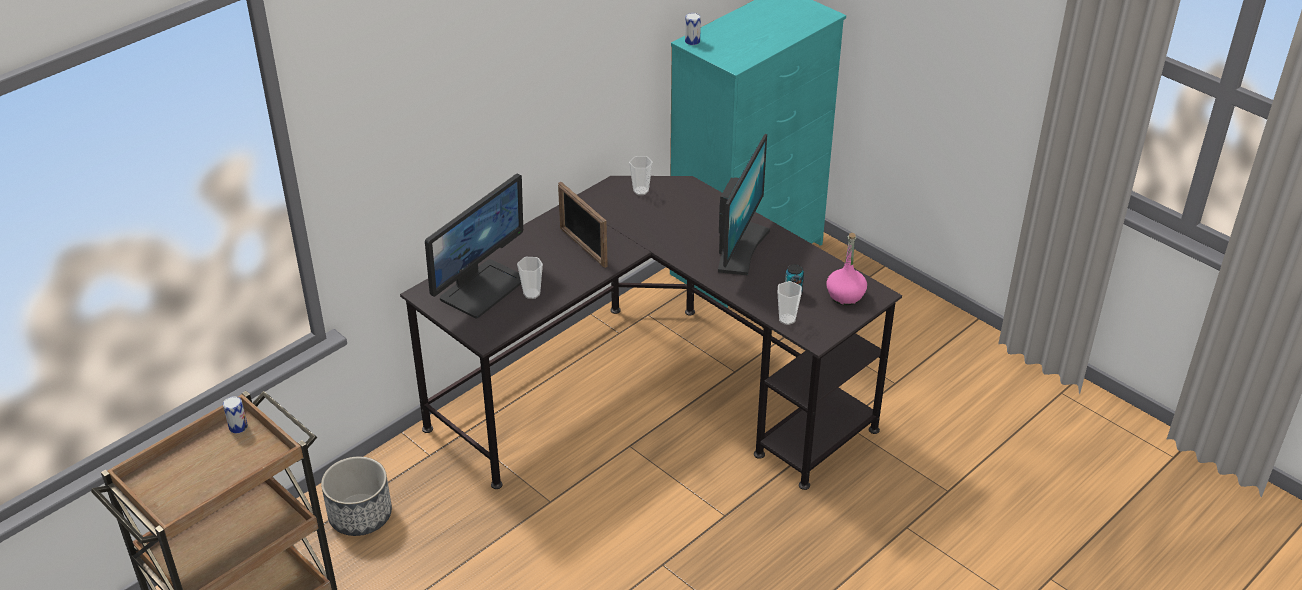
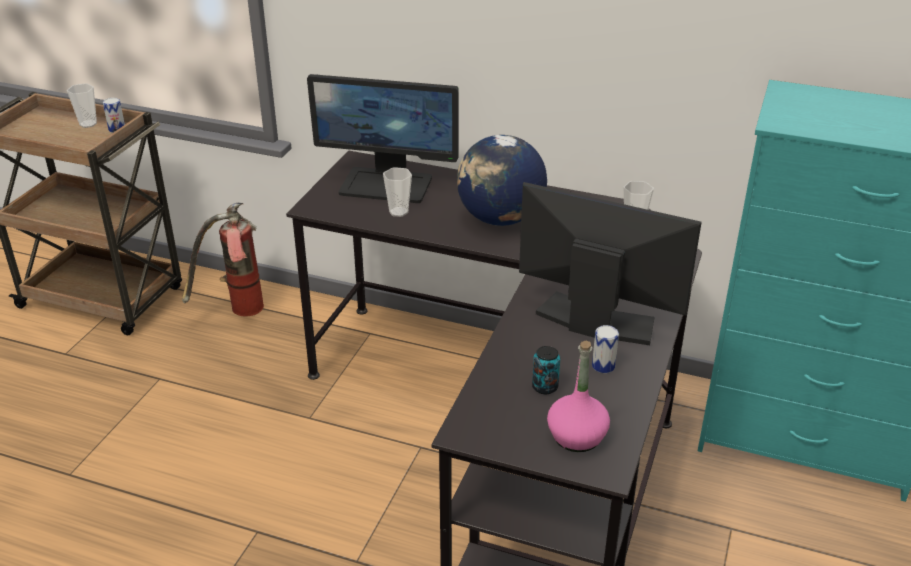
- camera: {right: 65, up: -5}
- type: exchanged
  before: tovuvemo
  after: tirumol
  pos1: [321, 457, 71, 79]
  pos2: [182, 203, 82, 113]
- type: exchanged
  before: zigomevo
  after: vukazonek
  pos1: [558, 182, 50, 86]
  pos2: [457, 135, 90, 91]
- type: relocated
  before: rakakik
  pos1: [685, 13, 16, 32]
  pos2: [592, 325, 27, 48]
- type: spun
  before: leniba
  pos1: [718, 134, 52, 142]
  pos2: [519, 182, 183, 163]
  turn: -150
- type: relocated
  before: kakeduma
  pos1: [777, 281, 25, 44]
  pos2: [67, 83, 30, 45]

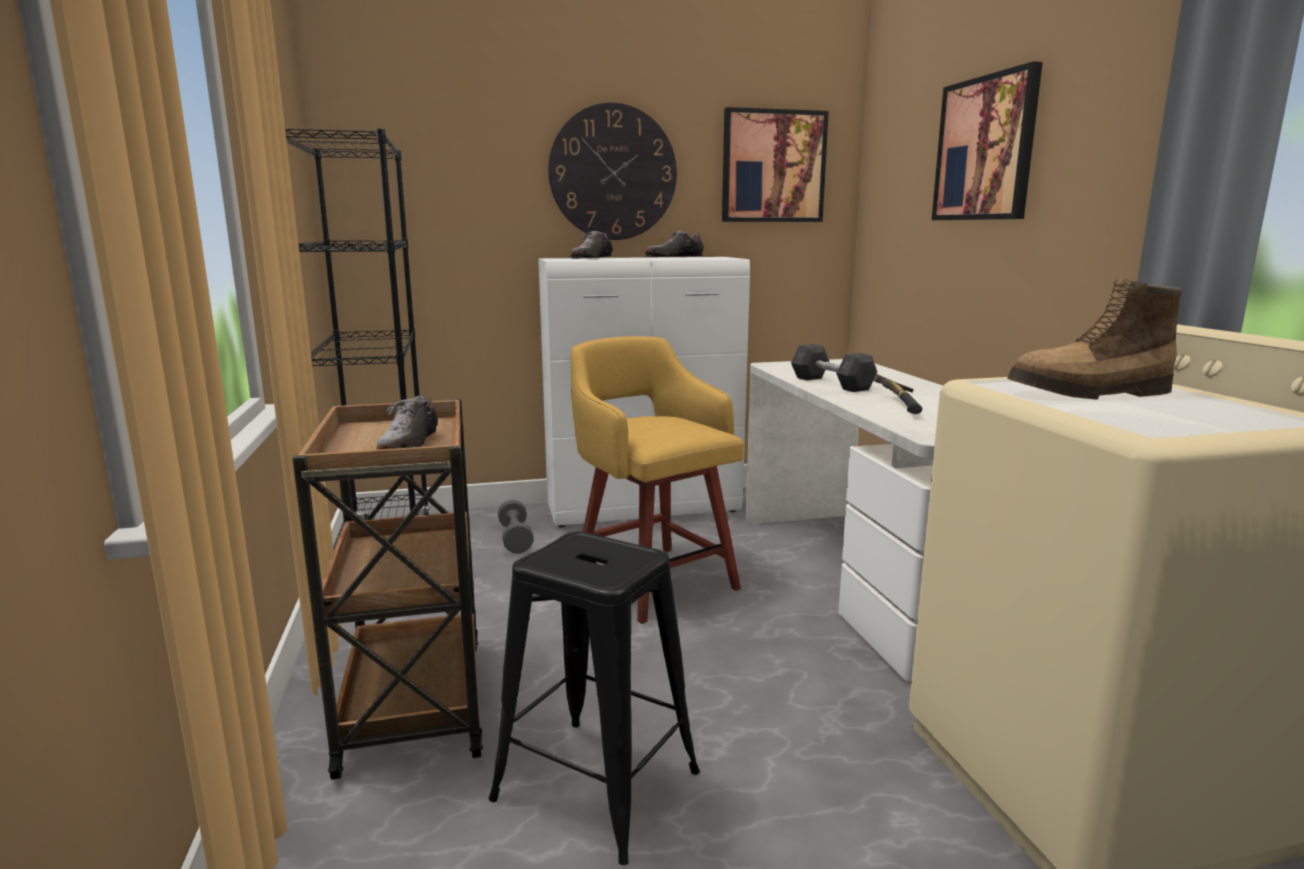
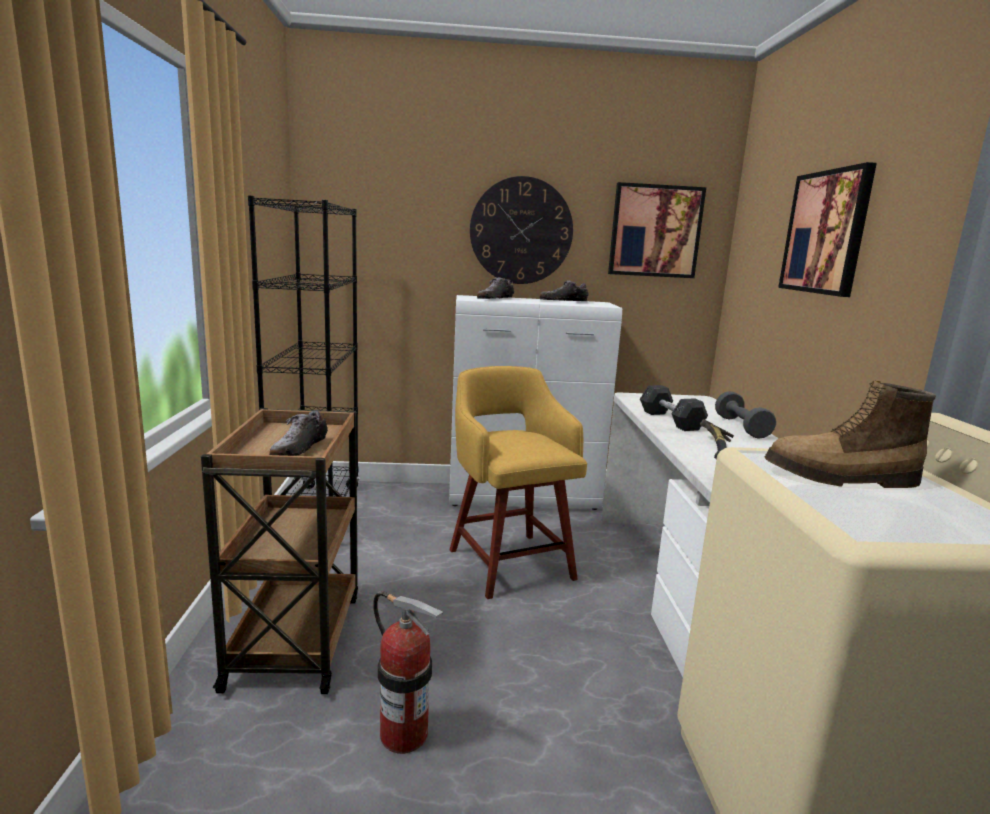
- camera: {right: 10, up: 0}
- type: exchanged
  before: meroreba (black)
  after: tirumol
  pos1: [488, 531, 212, 334]
  pos2: [373, 591, 70, 163]
- type: relocated
  before: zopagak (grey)
  pos1: [498, 500, 36, 53]
  pos2: [715, 391, 61, 48]

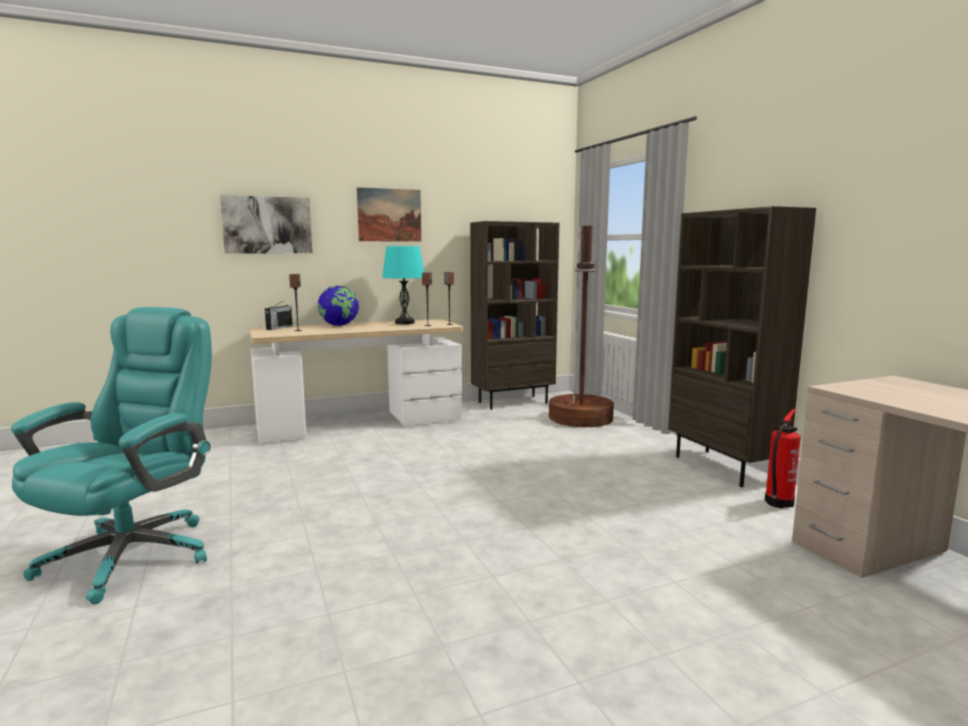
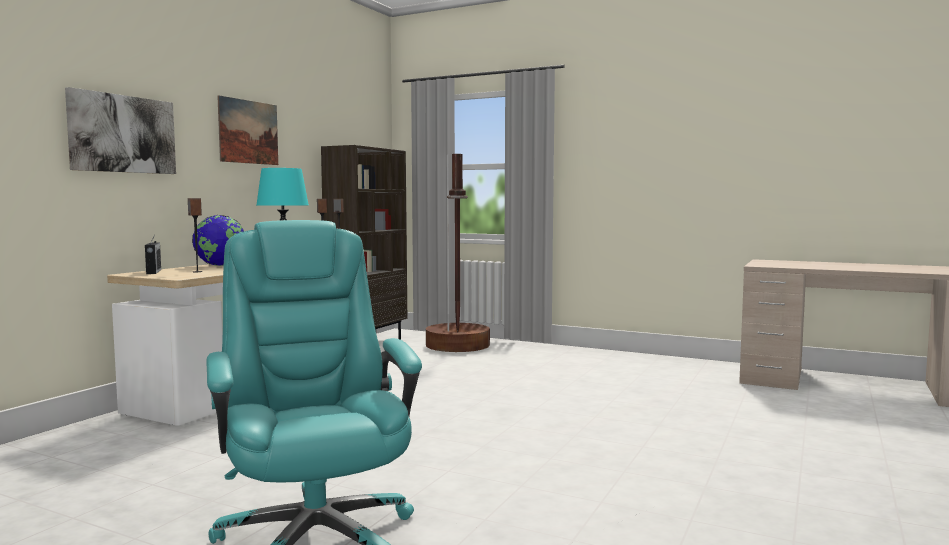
- camera: {right: -40, up: -5}
- type: missing
  before: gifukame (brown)
  pos1: [668, 206, 148, 281]
- type: missing
  before: tirumol
  pos1: [765, 409, 36, 99]

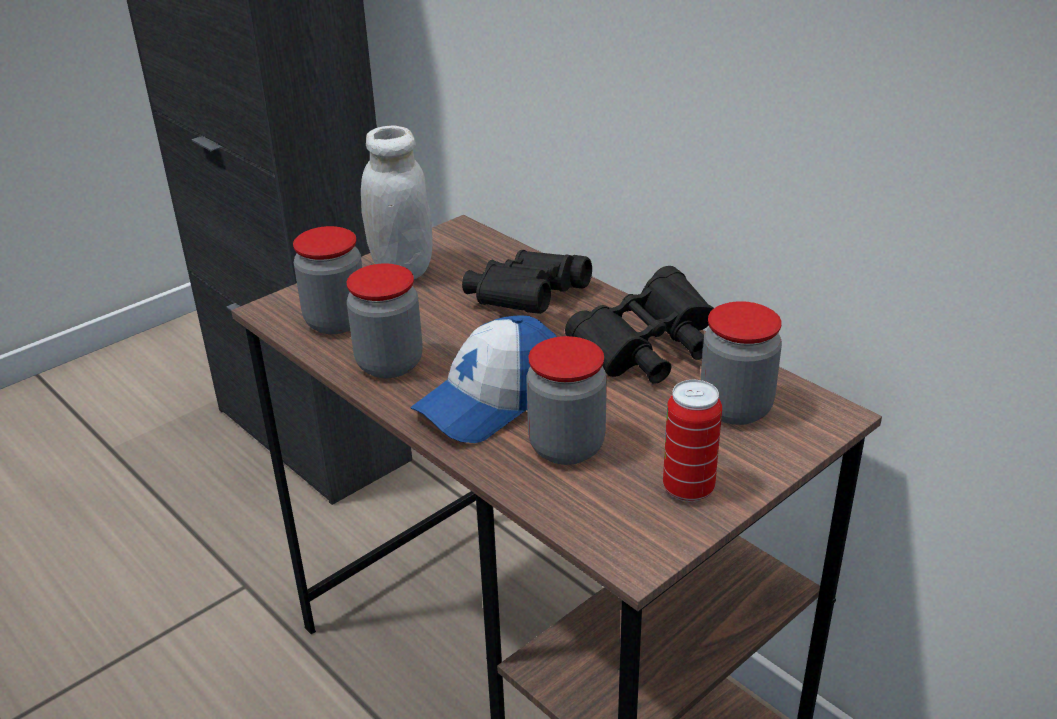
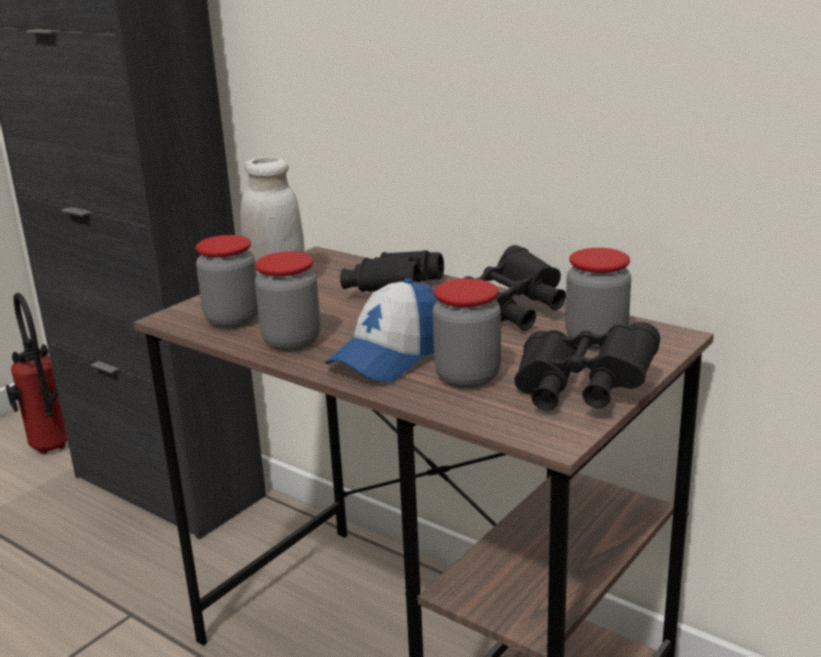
- camera: {right: -10, up: -10}
- type: exchanged
  before: rakakik
  after: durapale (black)
  pos1: [663, 380, 59, 122]
  pos2: [514, 322, 146, 89]
- type: appeared
  after: tirumol
  pos2: [5, 293, 62, 162]

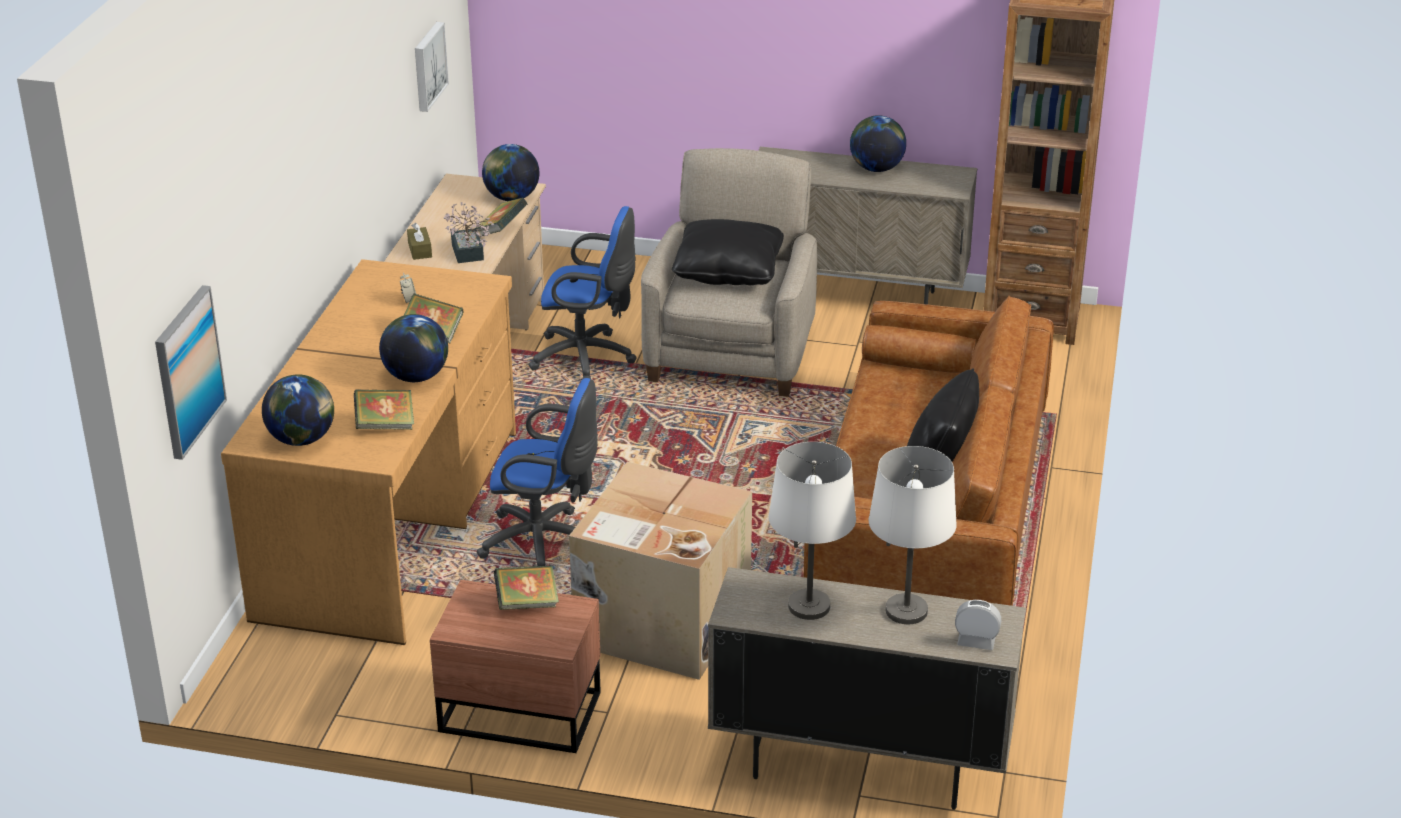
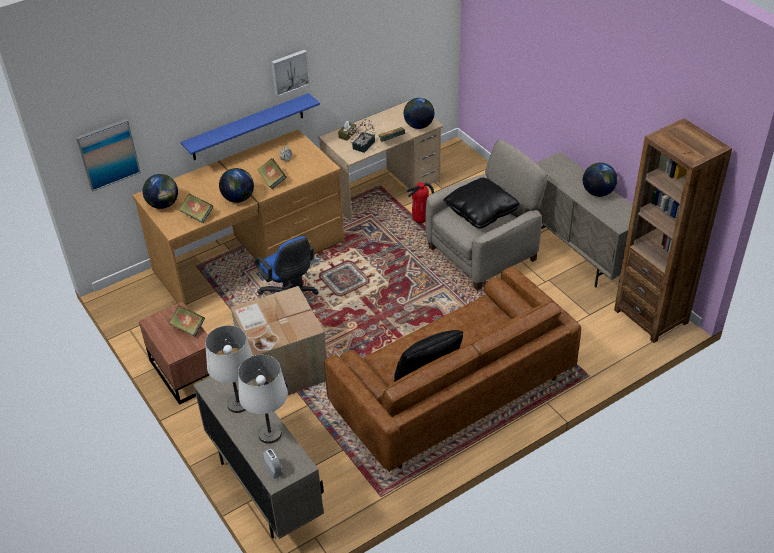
- camera: {right: 45, up: 10}
- type: relocated
  before: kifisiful
  pos1: [415, 22, 34, 90]
  pos2: [271, 50, 39, 47]
- type: exchanged
  before: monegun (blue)
  after: tirumol
  pos1: [529, 206, 108, 173]
  pos2: [406, 182, 28, 41]
- type: appeared
  after: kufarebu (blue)
  pos2: [181, 93, 139, 67]

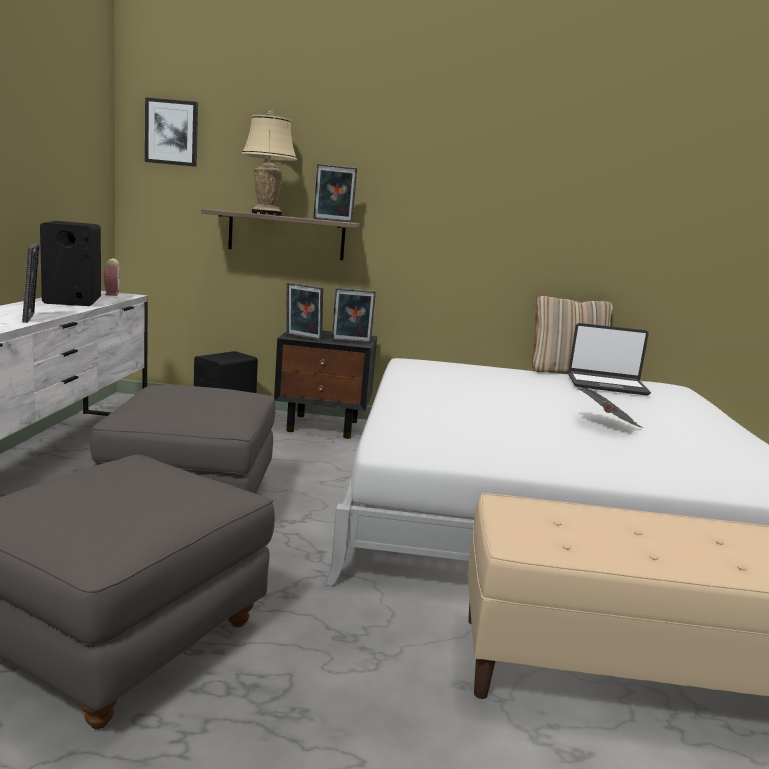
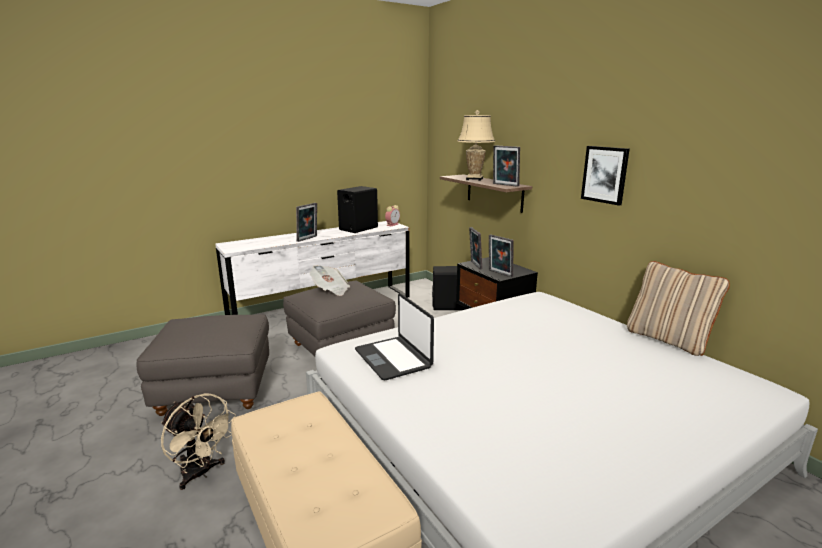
- camera: {right: 55, up: 5}
- type: relocated
  before: kifisiful
  pos1: [145, 97, 53, 70]
  pos2: [581, 146, 49, 60]
- type: relocated
  before: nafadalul
  pos1: [568, 323, 83, 72]
  pos2: [355, 293, 79, 87]
- type: relocated
  before: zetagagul
  pos1: [578, 387, 66, 41]
  pos2: [309, 265, 41, 31]
- type: appeared
  after: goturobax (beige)
  pos2: [161, 393, 75, 97]

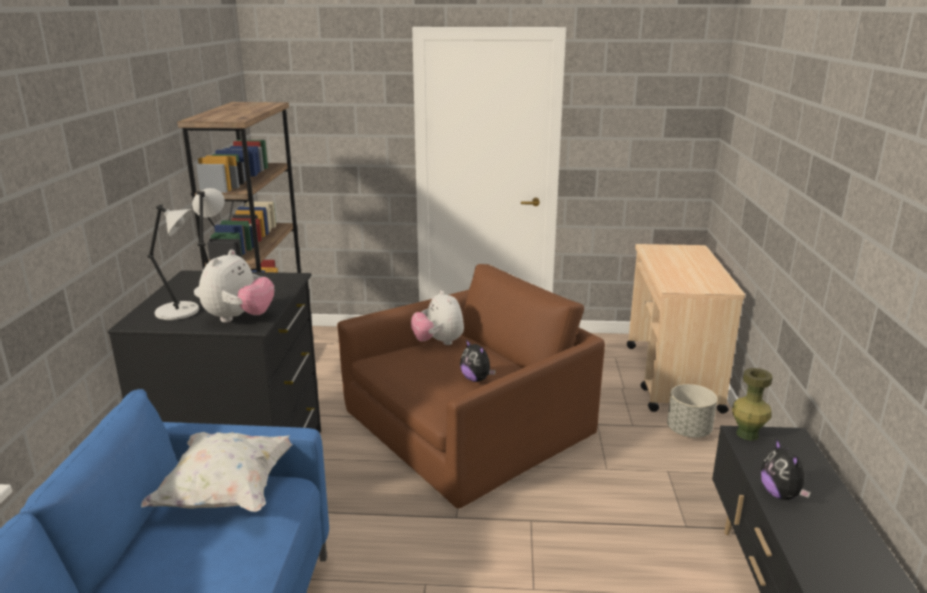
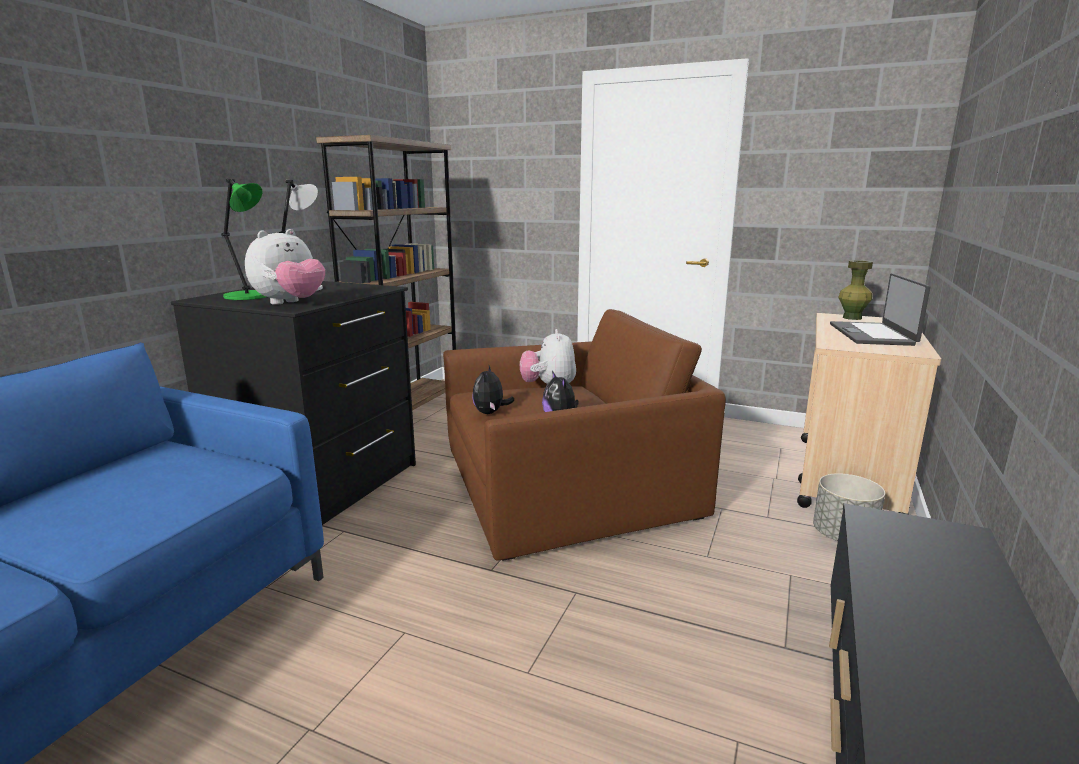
- camera: {right: 20, up: -5}
- type: missing
  before: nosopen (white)
  pos1: [141, 432, 151, 80]
- type: colour
  before: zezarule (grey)
  after: zezarule (green)
  pos1: [147, 204, 52, 116]
  pos2: [221, 179, 45, 121]
- type: relocated
  before: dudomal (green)
  pos1: [732, 368, 41, 73]
  pos2: [838, 260, 35, 60]
- type: relocated
  before: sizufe
  pos1: [761, 438, 50, 62]
  pos2: [472, 365, 42, 49]
- type: appeared
  after: nafadalul
  pos2: [830, 273, 100, 73]

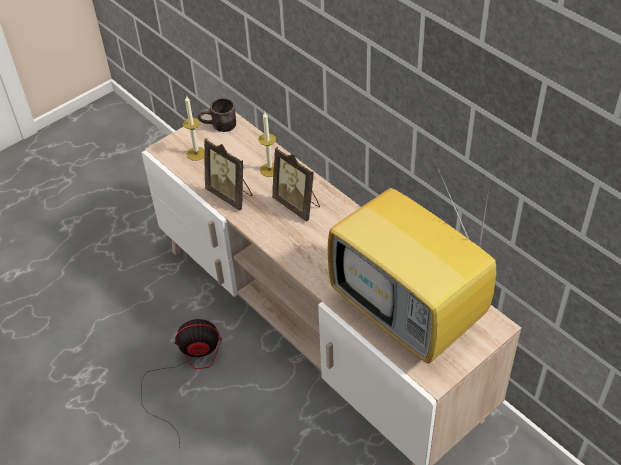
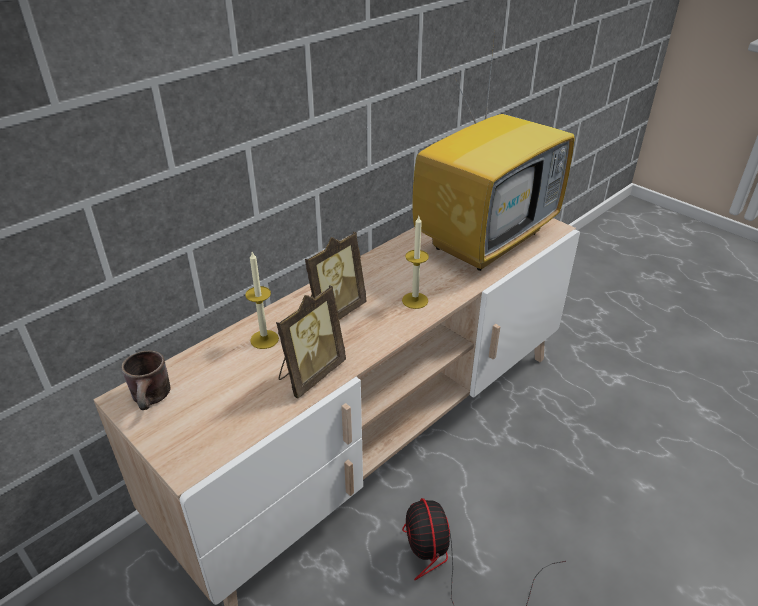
- camera: {right: -95, up: -10}
- type: relocated
  before: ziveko
  pos1: [183, 95, 22, 66]
  pos2: [402, 216, 27, 93]

